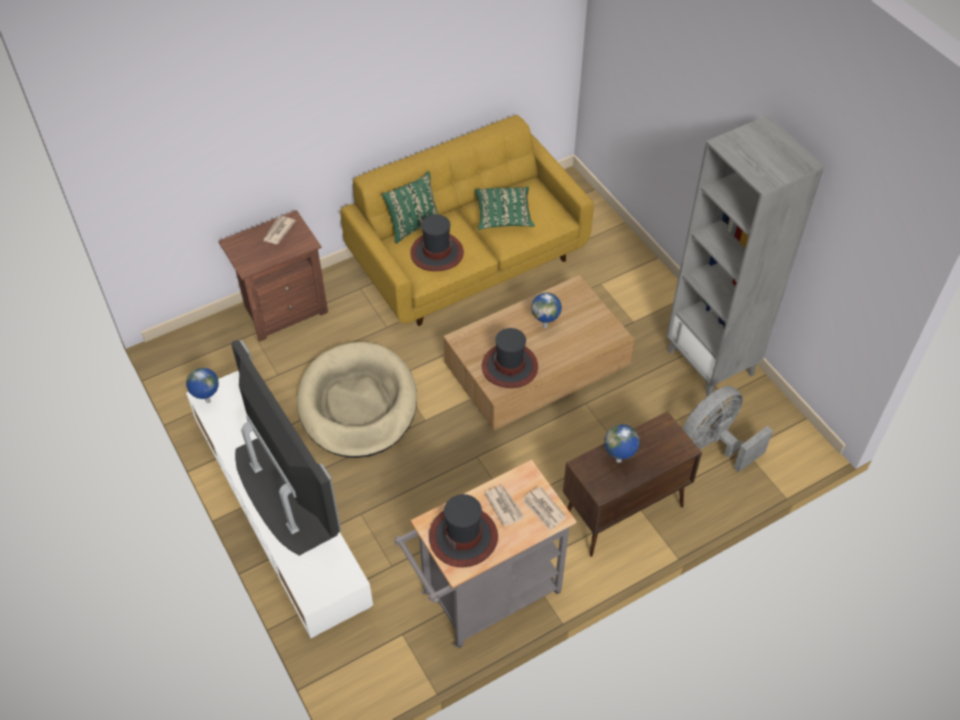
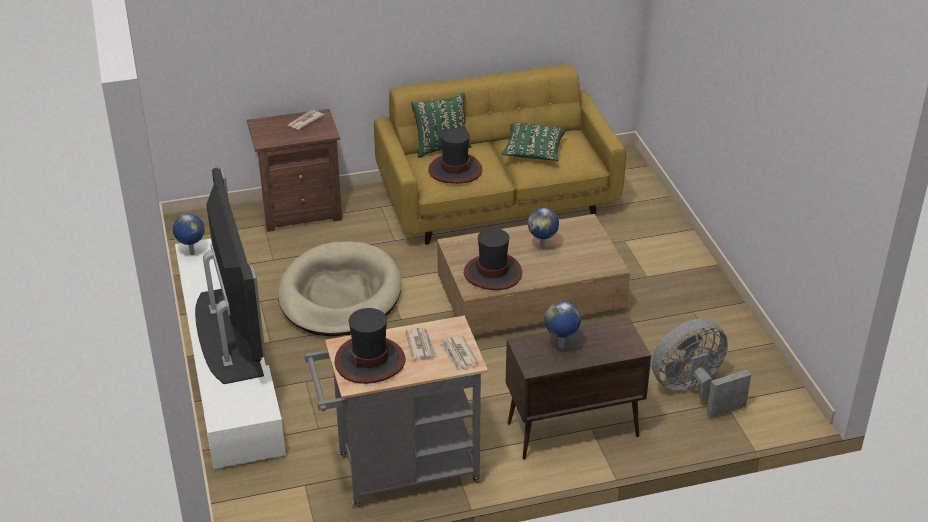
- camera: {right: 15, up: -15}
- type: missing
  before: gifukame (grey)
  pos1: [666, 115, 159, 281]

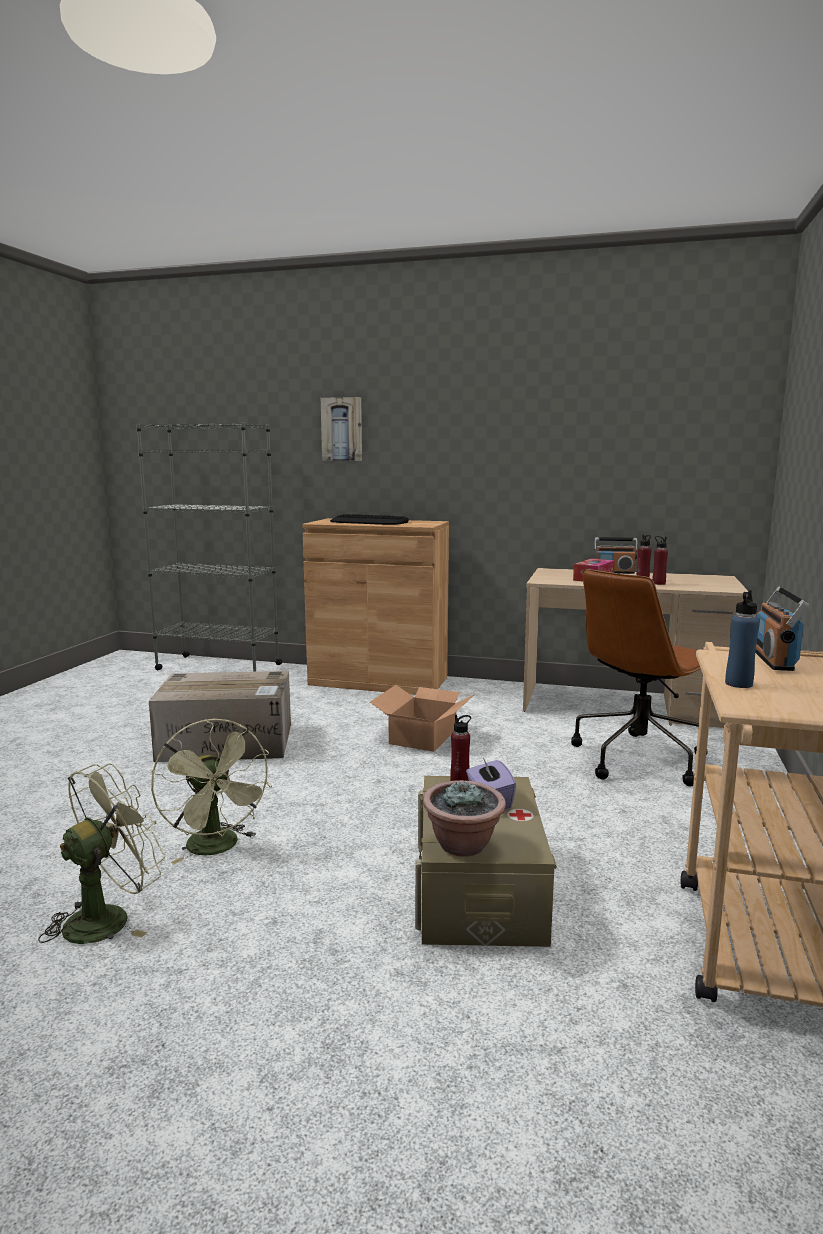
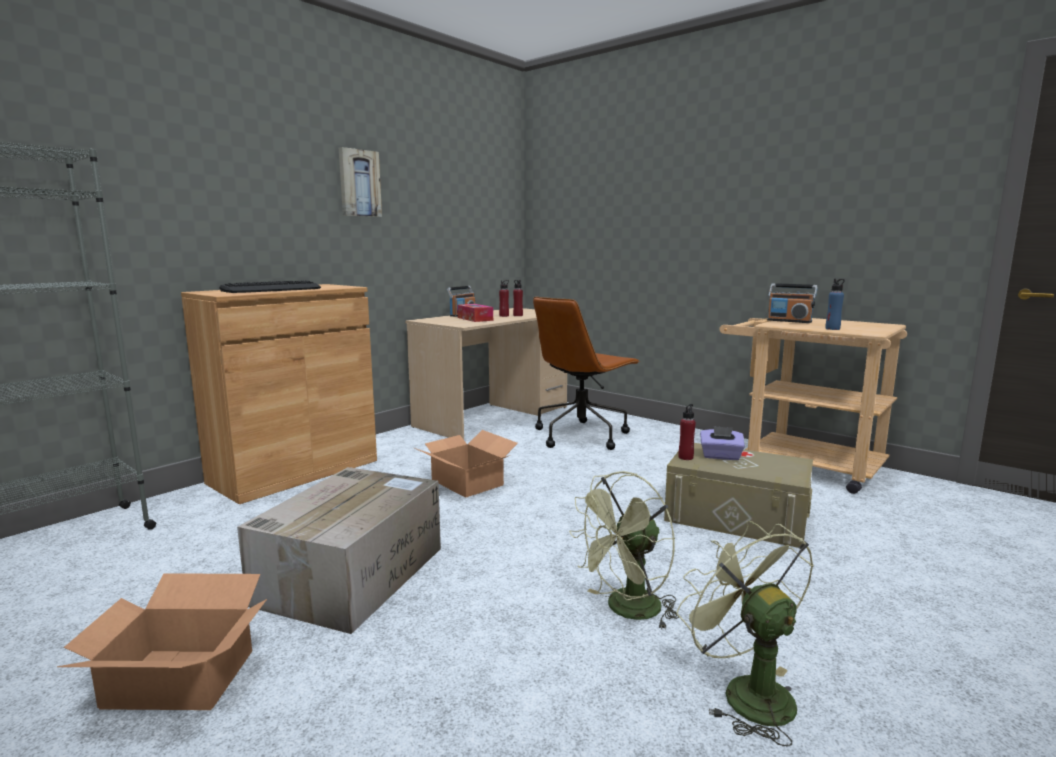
- camera: {right: -65, up: 0}
- type: spun
  before: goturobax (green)
  pos1: [151, 719, 121, 145]
  pos2: [569, 471, 110, 159]
  turn: 150
- type: relocated
  before: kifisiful
  pos1: [321, 397, 41, 64]
  pos2: [339, 147, 43, 70]
- type: missing
  before: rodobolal
  pos1: [423, 780, 83, 77]
- type: spun
  before: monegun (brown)
  pos1: [571, 569, 137, 218]
  pos2: [533, 297, 107, 153]
  turn: 60
- type: appeared
  after: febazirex
  pos2: [57, 573, 210, 137]

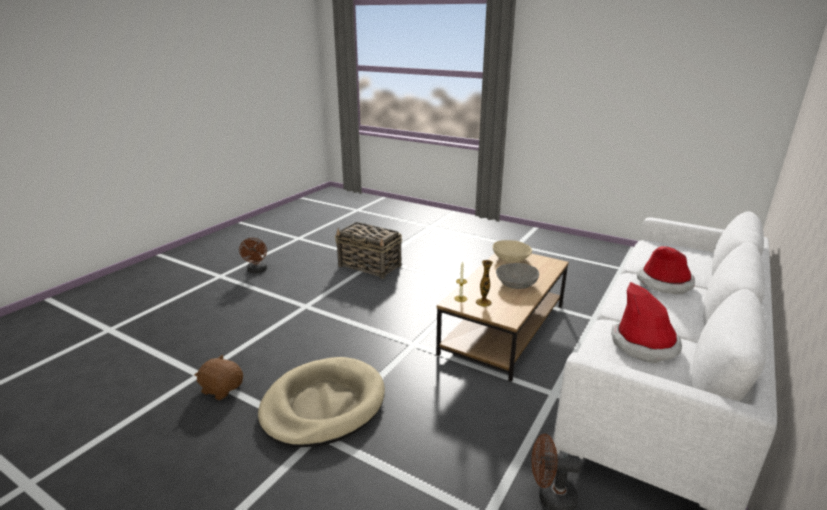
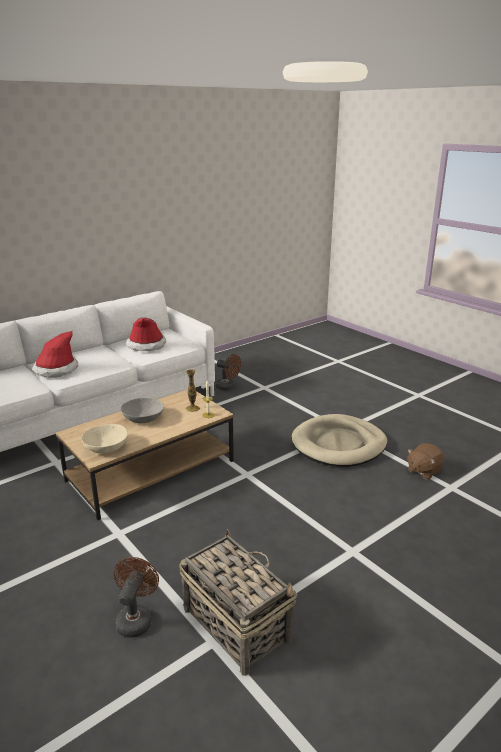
- camera: {right: -160, up: 0}
- type: spun
  before: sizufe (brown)
  pos1: [194, 355, 49, 45]
  pos2: [407, 443, 38, 37]
  turn: 90
- type: relocated
  before: goturobax (brown)
  pos1: [239, 238, 28, 35]
  pos2: [114, 557, 45, 81]

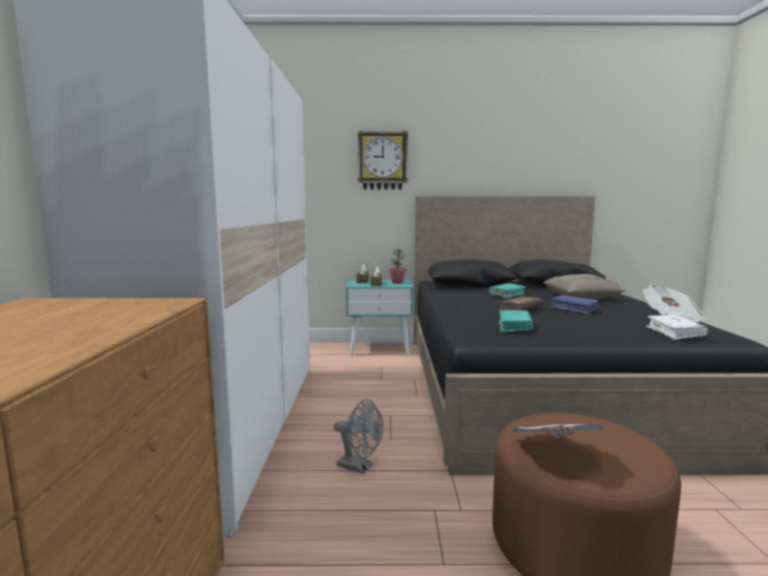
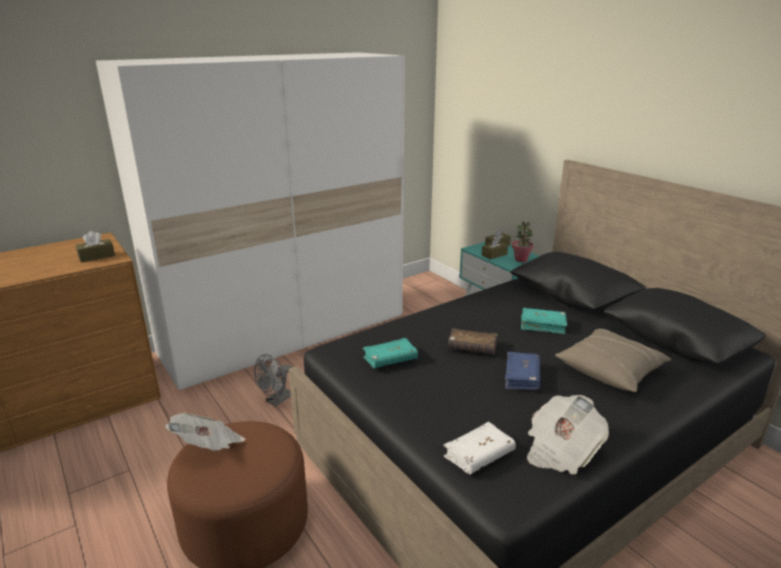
- camera: {right: 55, up: 15}
- type: spun
  before: goturobax (grey)
  pos1: [334, 399, 49, 75]
  pos2: [254, 354, 38, 53]
  turn: 45
- type: missing
  before: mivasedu
  pos1: [358, 131, 50, 59]
- type: appeared
  after: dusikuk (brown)
  pos2: [75, 231, 40, 32]

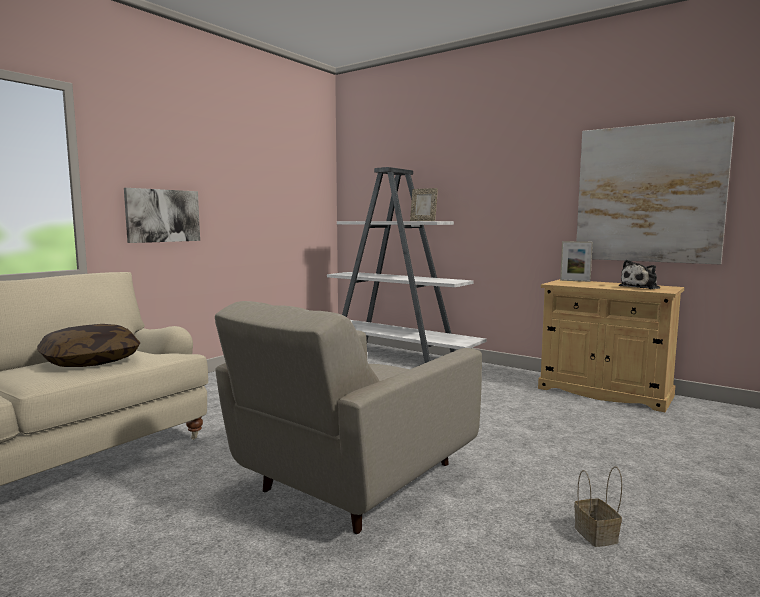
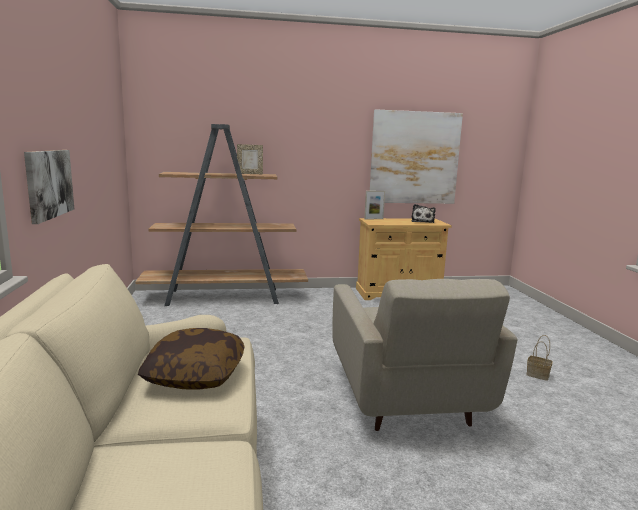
- camera: {right: -45, up: 5}
- type: colour
  before: gifukame (white)
  after: gifukame (brown)
  pos1: [327, 167, 160, 196]
  pos2: [135, 124, 173, 182]

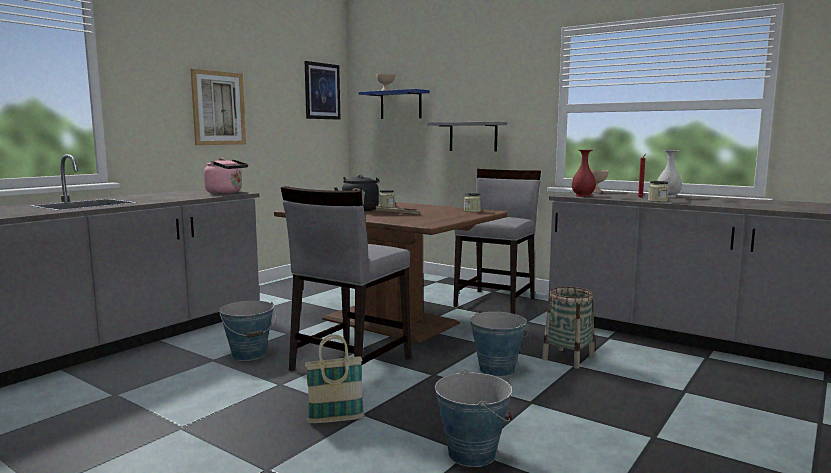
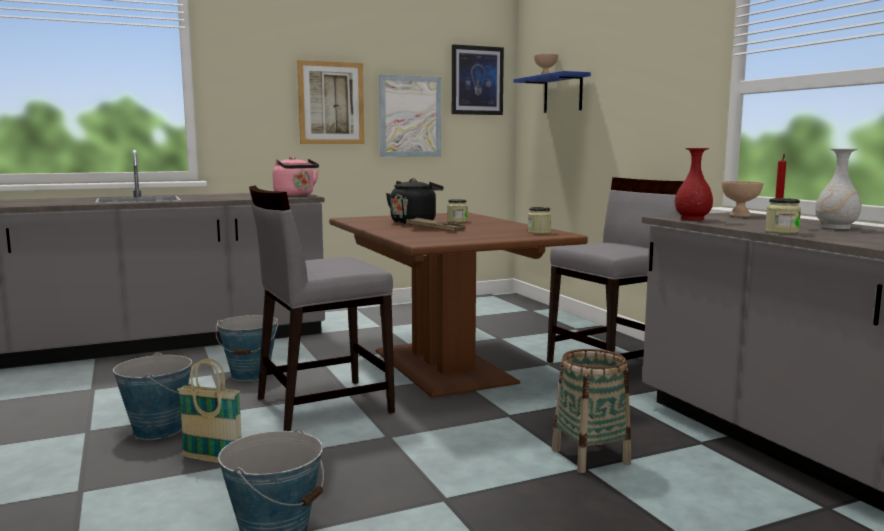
- camera: {right: 30, up: 0}
- type: missing
  before: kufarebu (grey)
  pos1: [428, 122, 79, 30]
- type: relocated
  before: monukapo
  pos1: [470, 312, 58, 65]
  pos2: [113, 352, 81, 88]
- type: appeared
  after: kifisiful
  pos2: [379, 74, 62, 83]

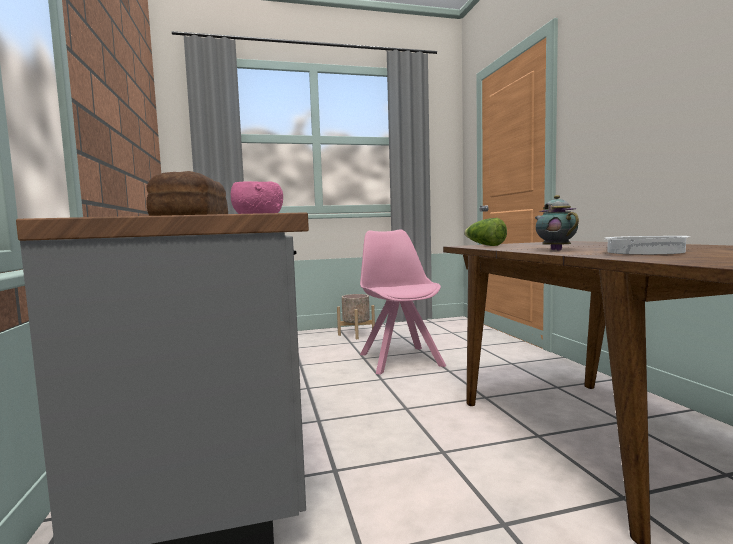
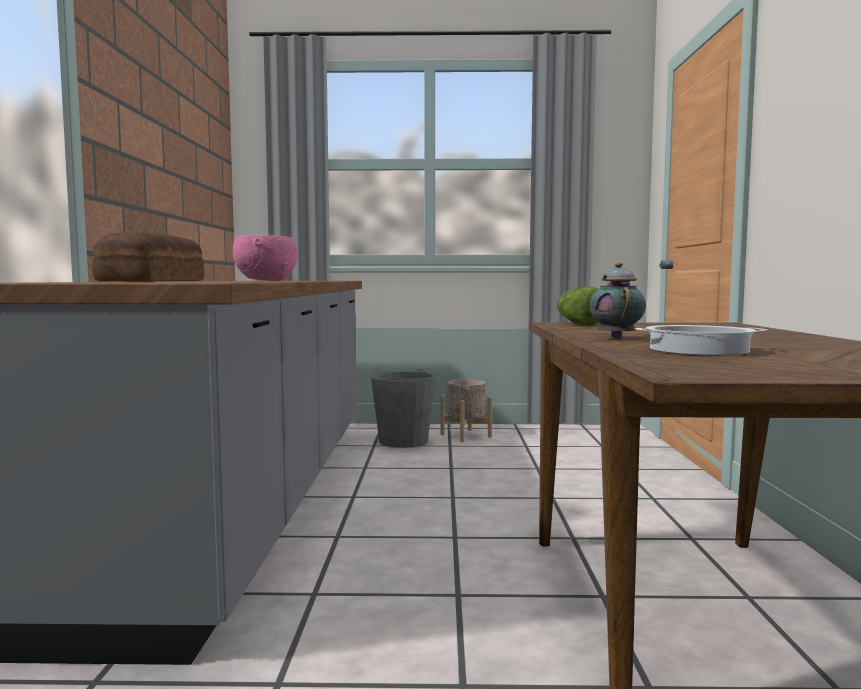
- camera: {right: 15, up: 0}
- type: missing
  before: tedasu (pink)
  pos1: [360, 229, 86, 146]
- type: appeared
  after: monukapo (grey)
  pos2: [371, 369, 64, 79]

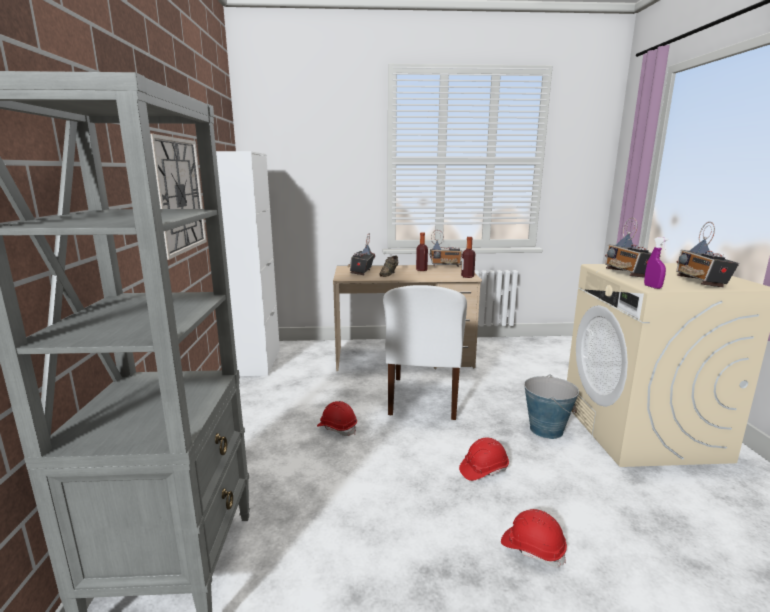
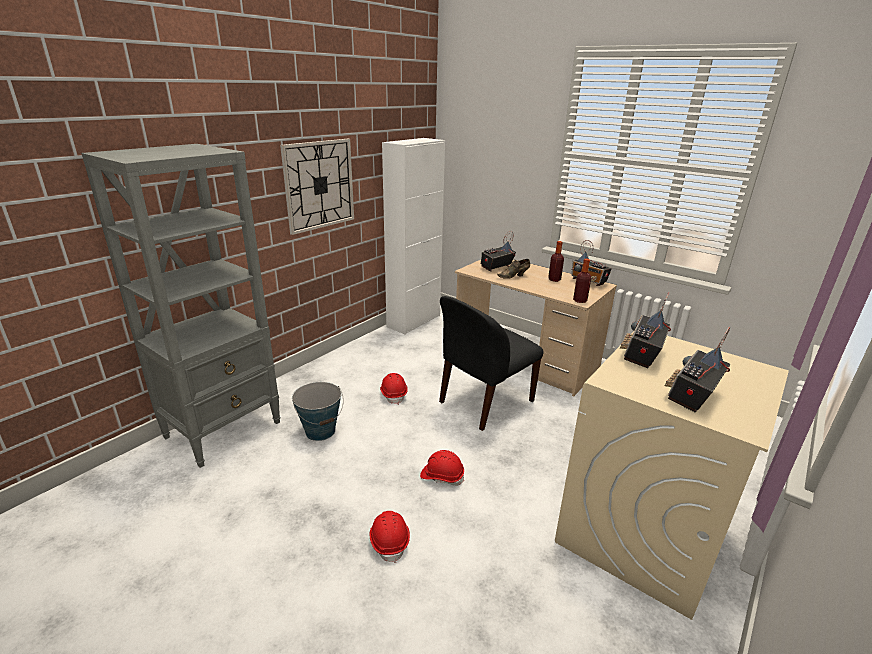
- camera: {right: 40, up: 10}
- type: colour
  before: tedasu (white)
  after: tedasu (black)
  pos1: [383, 285, 84, 135]
  pos2: [439, 296, 104, 135]
- type: relocated
  before: monukapo
  pos1: [524, 375, 55, 64]
  pos2: [292, 382, 52, 59]
- type: missing
  before: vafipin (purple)
  pos1: [644, 237, 25, 52]

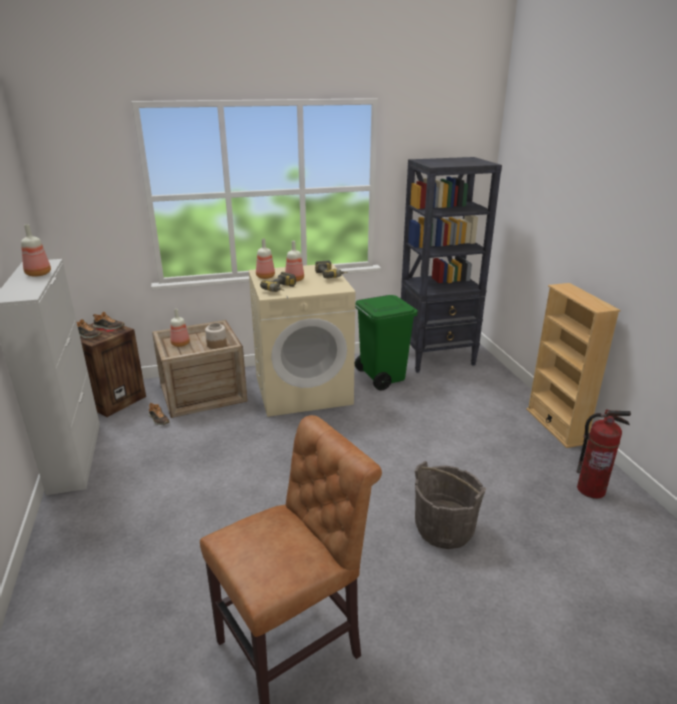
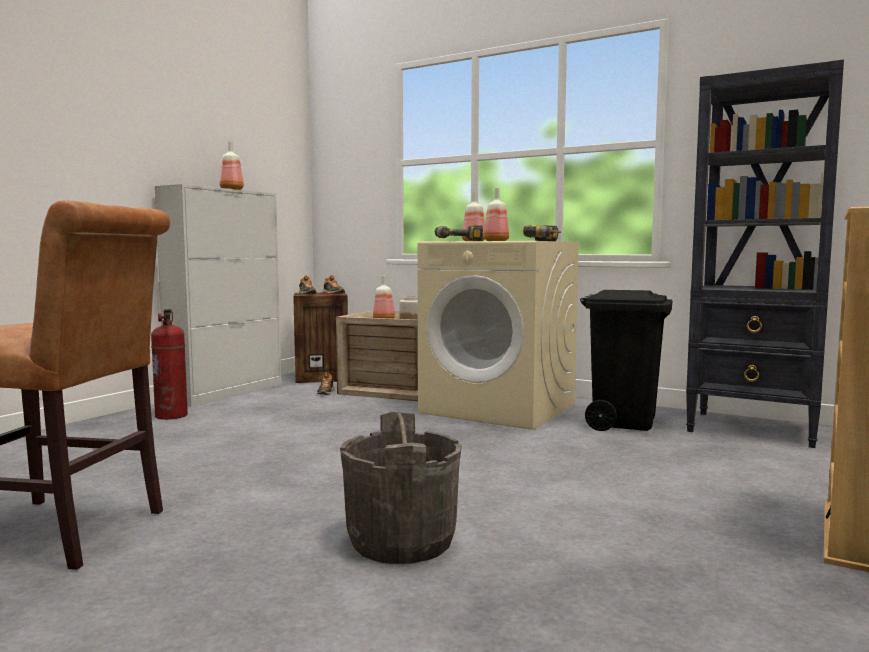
- camera: {right: 45, up: -20}
- type: colour
  before: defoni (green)
  after: defoni (black)
  pos1: [355, 295, 63, 96]
  pos2: [580, 290, 93, 141]
- type: relocated
  before: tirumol
  pos1: [577, 409, 54, 90]
  pos2: [151, 309, 37, 111]

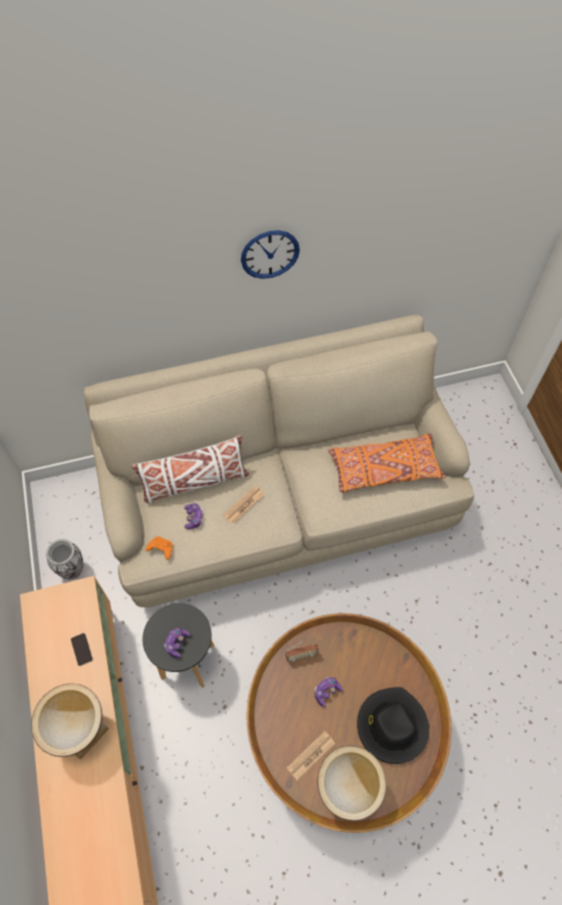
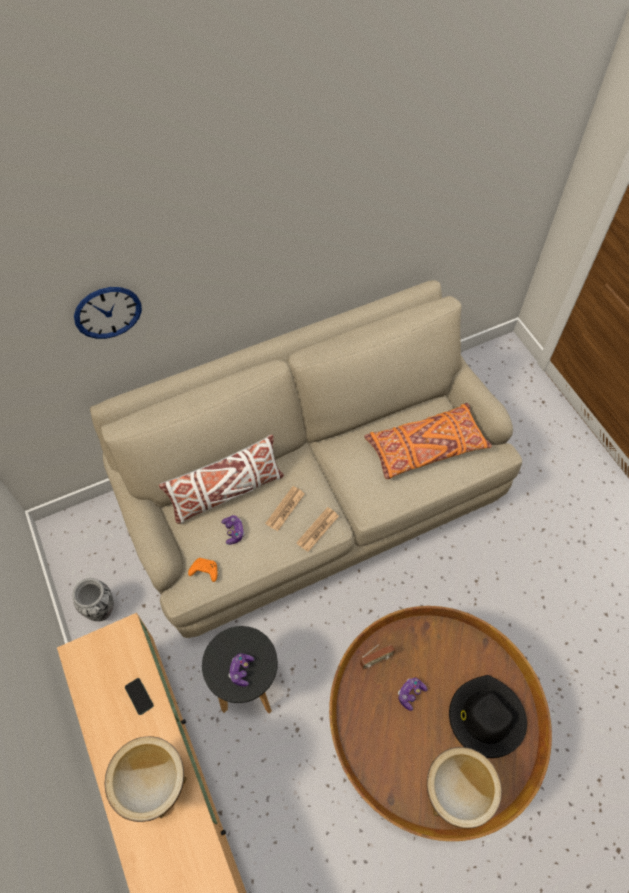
- camera: {right: -10, up: 0}
- type: relocated
  before: mivasedu
  pos1: [241, 230, 59, 49]
  pos2: [74, 287, 68, 52]
- type: relocated
  before: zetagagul
  pos1: [287, 731, 48, 49]
  pos2: [296, 507, 43, 45]

